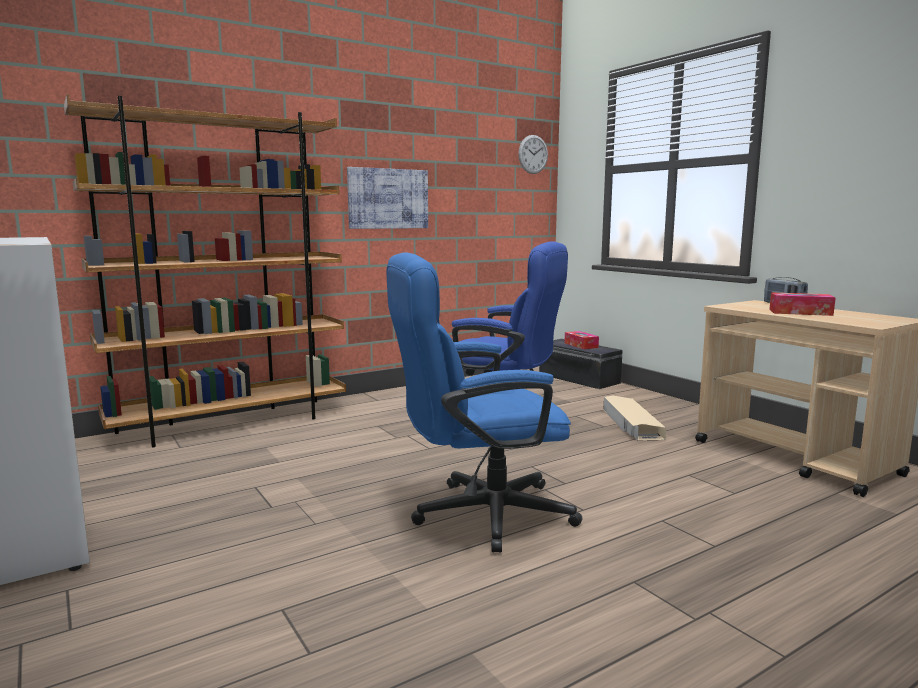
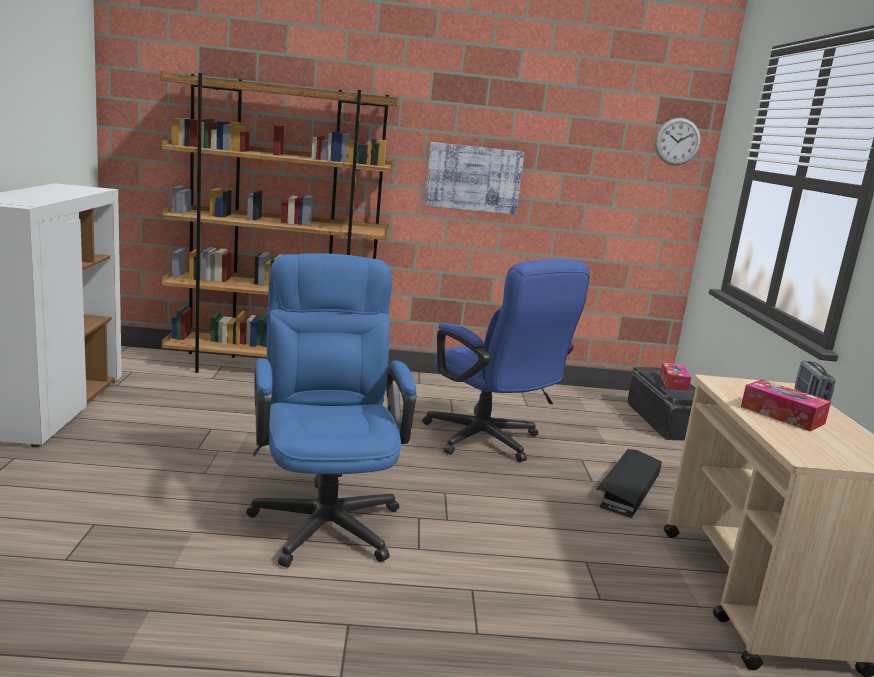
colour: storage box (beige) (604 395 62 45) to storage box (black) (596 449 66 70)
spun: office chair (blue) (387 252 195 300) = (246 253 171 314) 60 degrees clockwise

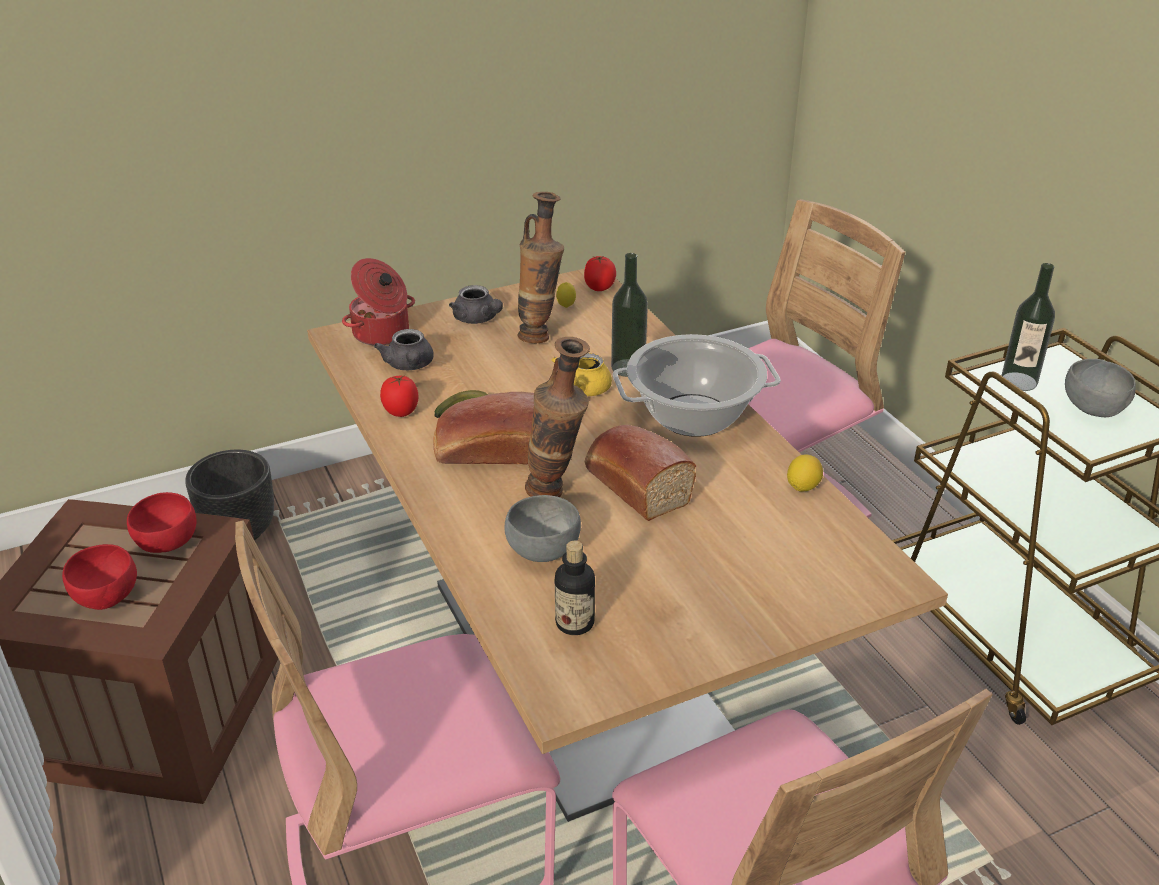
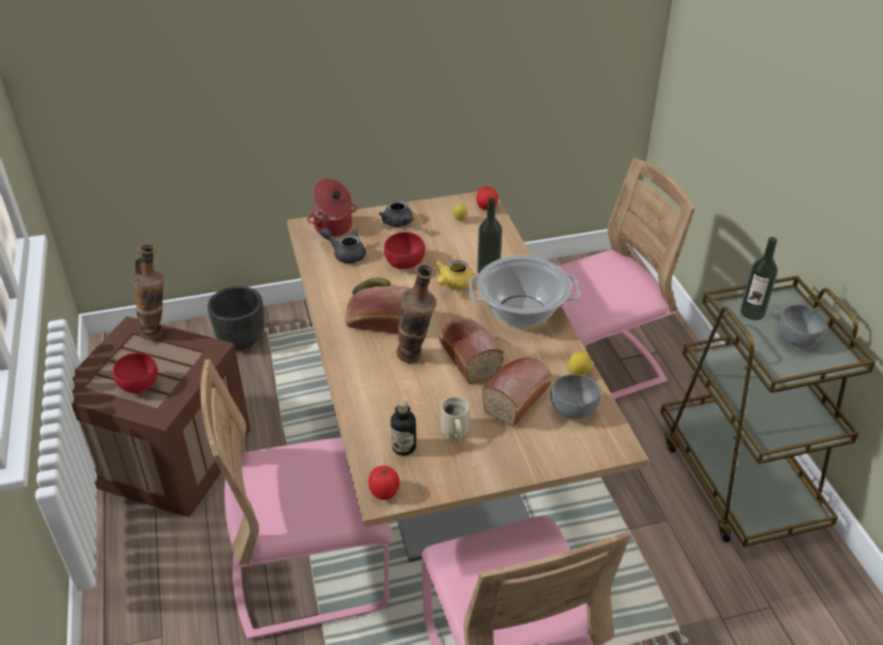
appeared: mug (beige) (441 397 28 42); bread (482 358 70 69)
relocated: bowl (red) (127 492 70 61) to (384 232 41 37); tomato (380 375 39 42) to (368 466 32 34); bowl (grey) (504 495 77 67) to (550 374 51 45); vase (518 192 46 151) to (132 243 33 97)
spun: teapot (grey) (374 329 60 41) = (320 228 46 35) 120 degrees clockwise

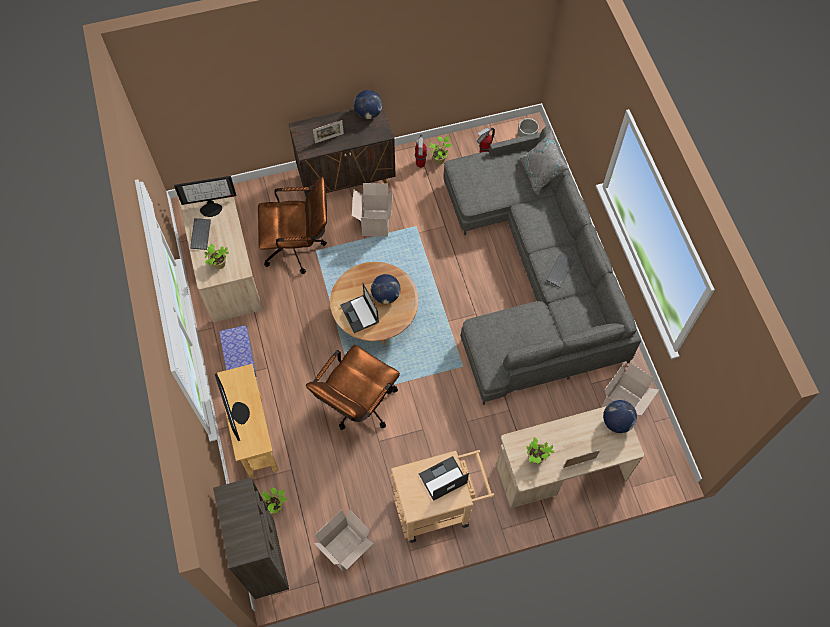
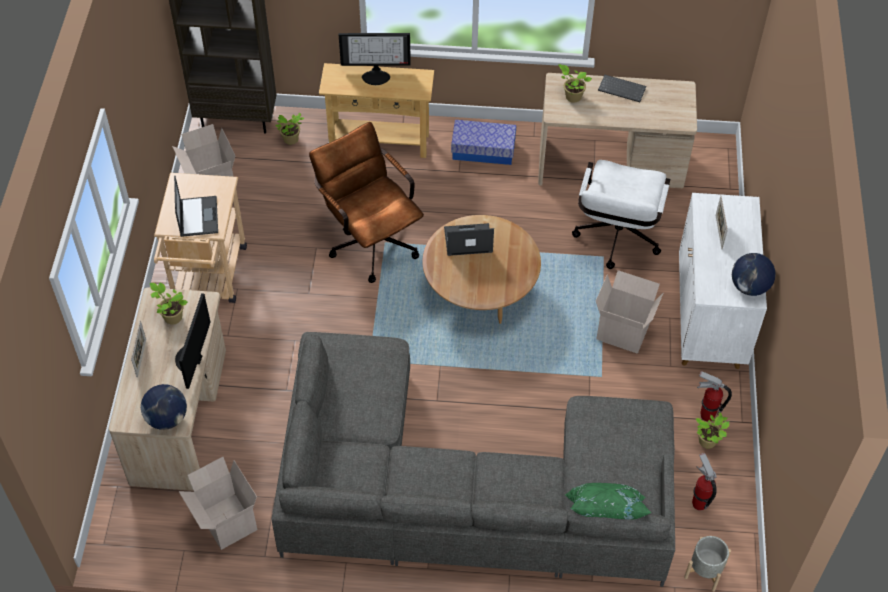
missing: globe (371 274 30 30); keyboard (546 254 28 34)
relocated: monitor (174 176 62 41) to (175 293 36 96)
colour: office chair (brown) (258 177 69 97) to office chair (white) (572 160 98 109); cabinet (brown) (289 103 107 94) to cabinet (white) (679 193 88 176); pillow (grey) (520 130 49 66) to pillow (green) (565 483 86 37)

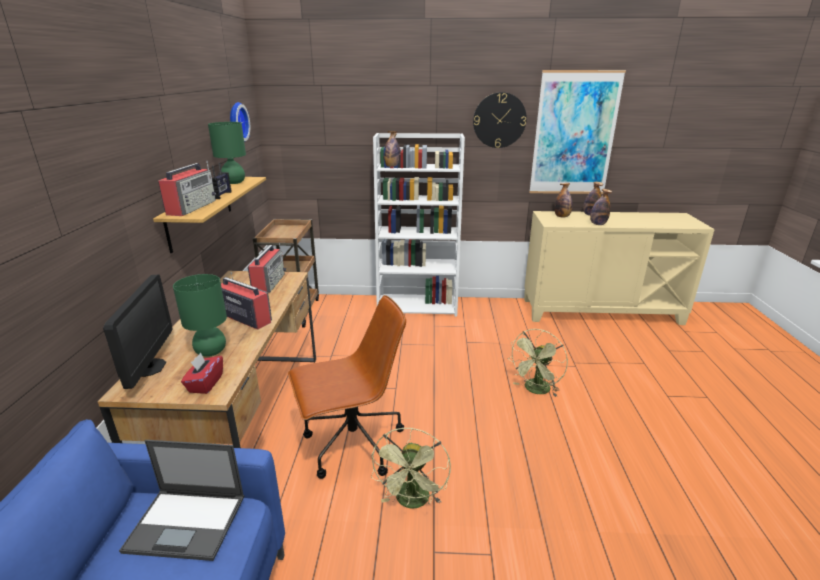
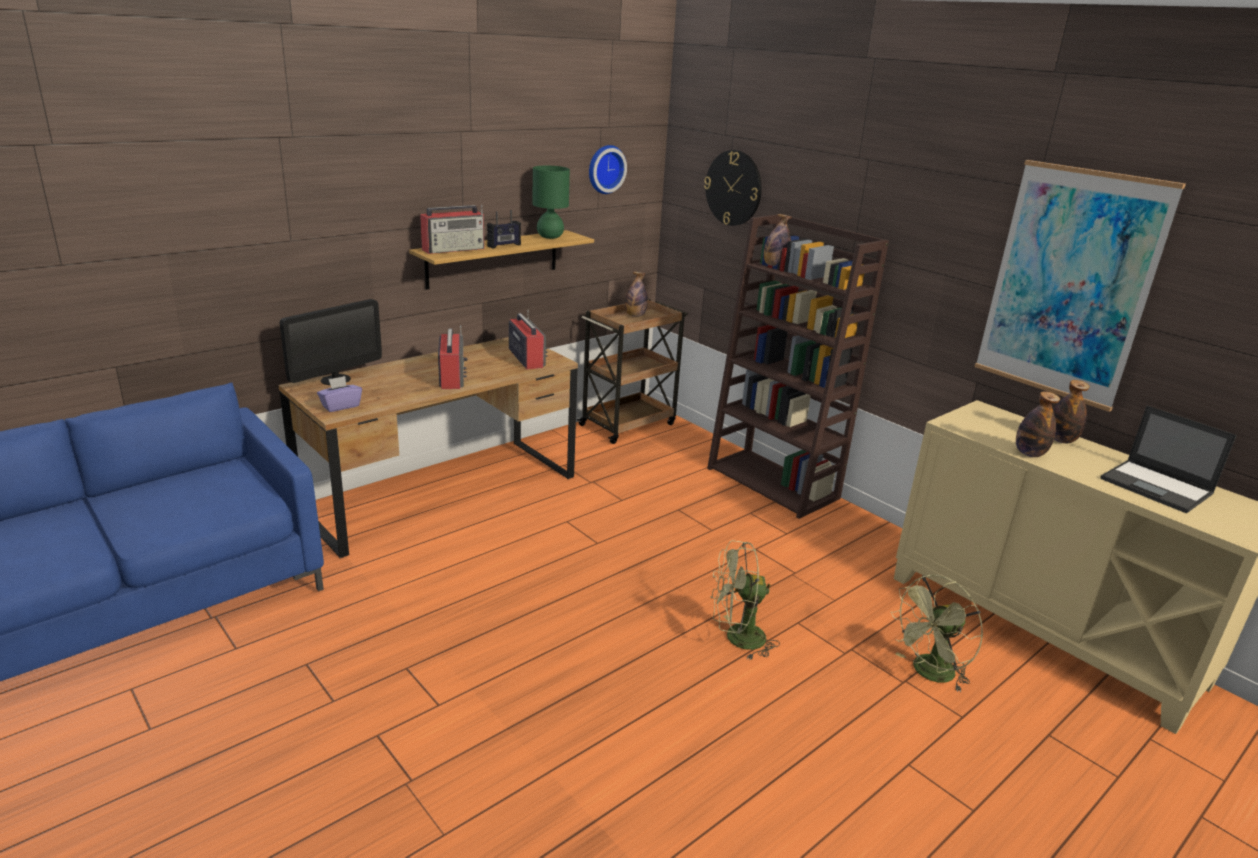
missing: table lamp (green) (173 274 54 83); office chair (brown) (288 295 118 184)
relocated: laptop (119 440 125 121) to (1101 406 136 107); fan (green) (371 428 80 81) to (890 575 93 118); wall clock (473 92 54 56) to (704 150 58 76); bottle (554 183 19 34) to (625 272 23 45)
colour: tissue box (red) (181 353 42 41) to tissue box (purple) (317 376 45 36); bookcase (white) (373 133 92 183) to bookcase (brown) (707 214 182 305)
spun: radio (248 243 38 50) = (509 310 39 60) 75 degrees counterclockwise

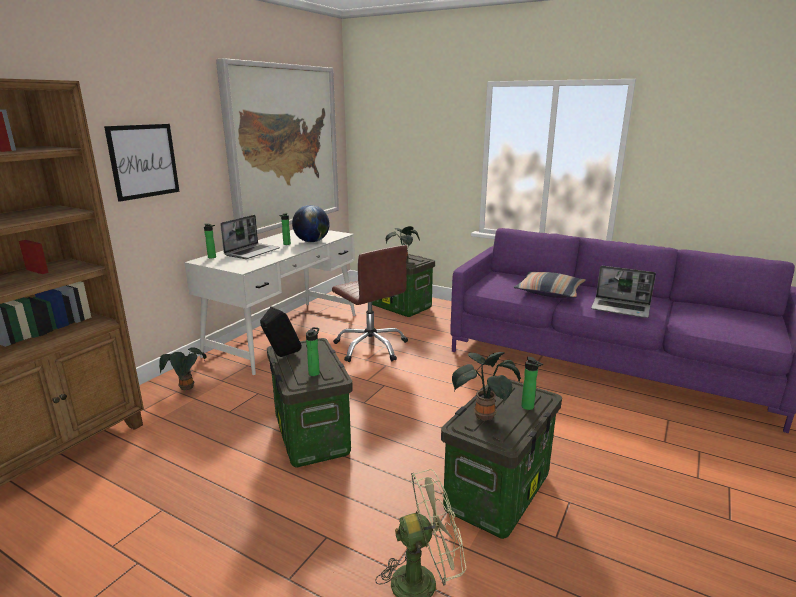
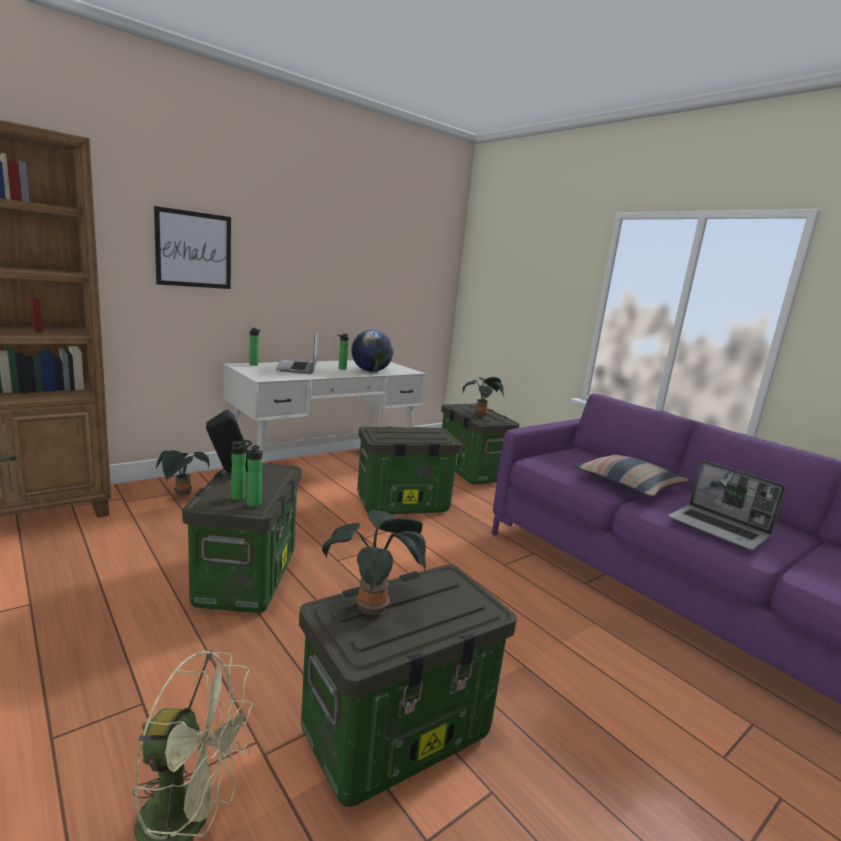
missing: picture (216 58 123 176)
relocated: bottle (521 357 22 53) to (247 445 16 62)
exchanged: office chair (brown) (332 245 76 117) to storage box (357 427 105 87)
spun: laptop (220 215 60 44) = (276 331 42 43) 120 degrees clockwise

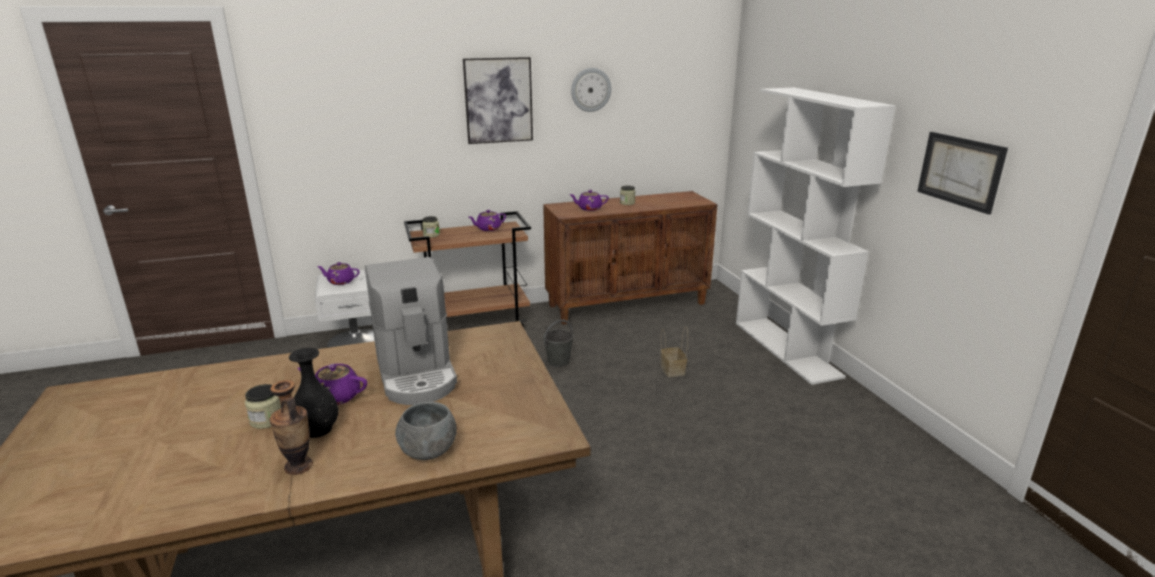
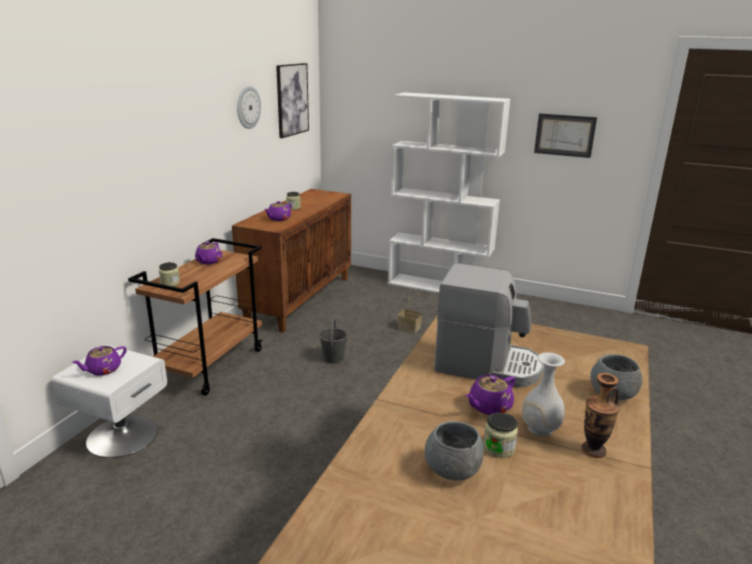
appeared: bowl (grey) (425 421 59 60)
relocated: picture (463 57 70 87) to (276 63 33 75)
colour: vase (black) (289 348 49 90) to vase (white) (522 353 43 83)

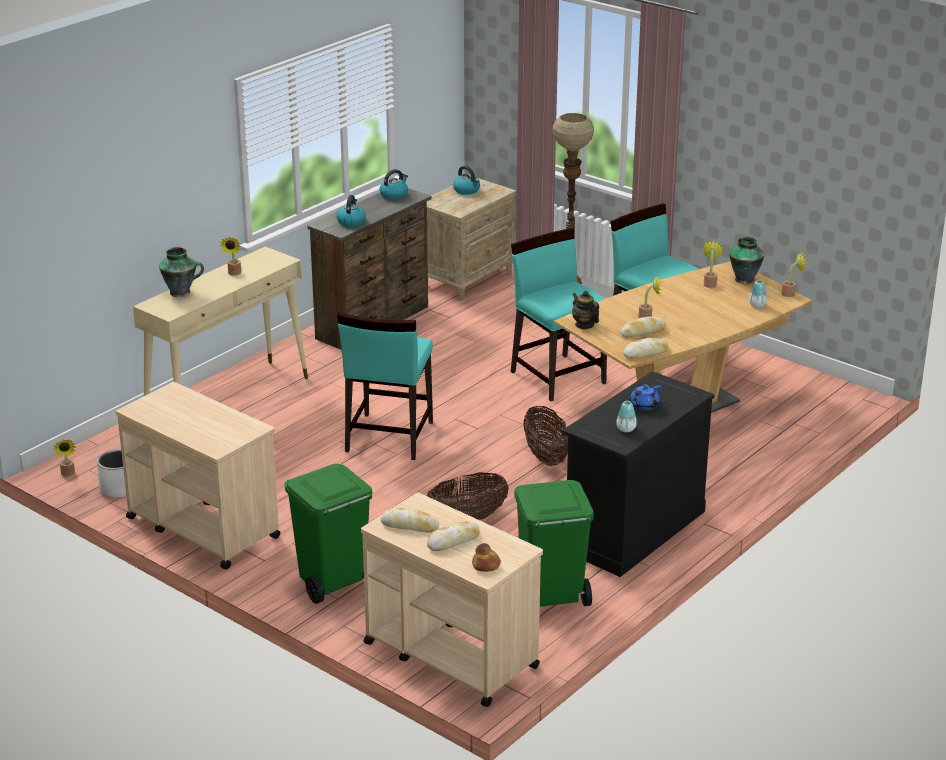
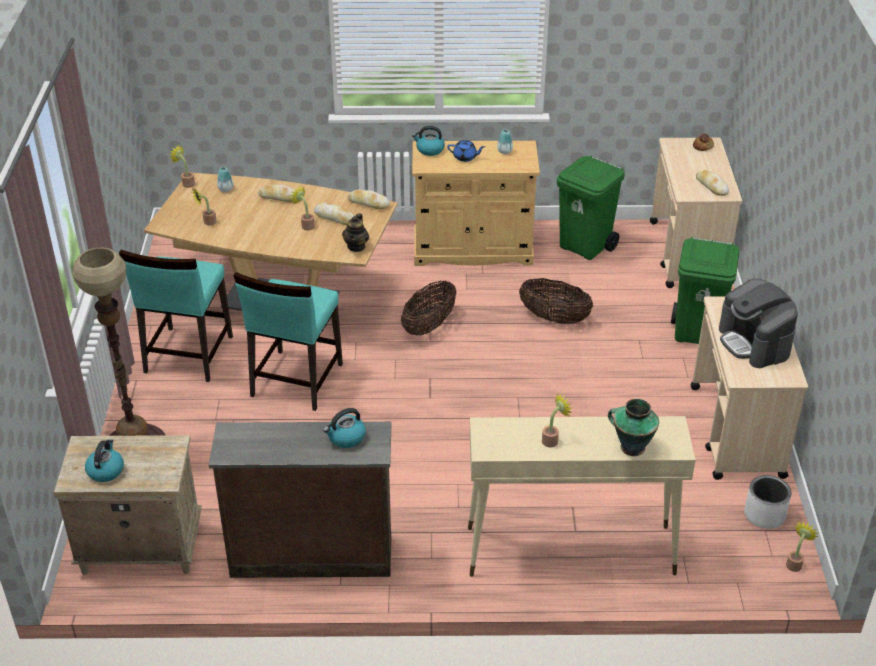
missing: chair (turquoise) (337 312 96 148); vase (729 237 36 47)
appeared: coffee machine (719 279 79 89)
relocated: kettle (380 169 28 31) to (412 126 33 30); bread (427 521 53 30) to (258 185 37 17)
colour: cabinet (black) (562 371 152 206) to cabinet (beige) (412 141 128 125)

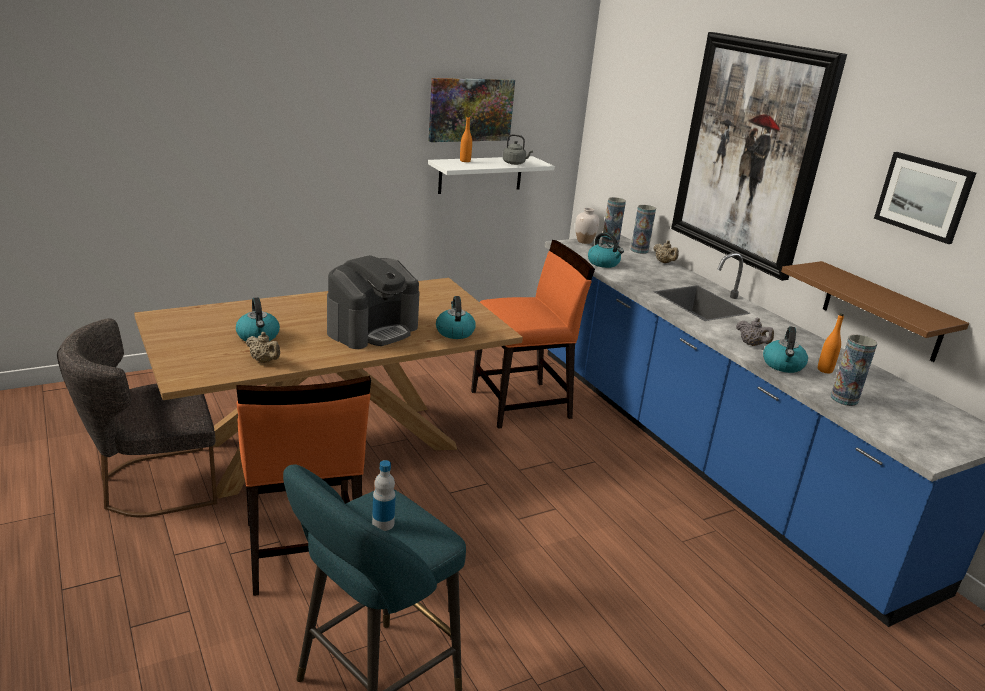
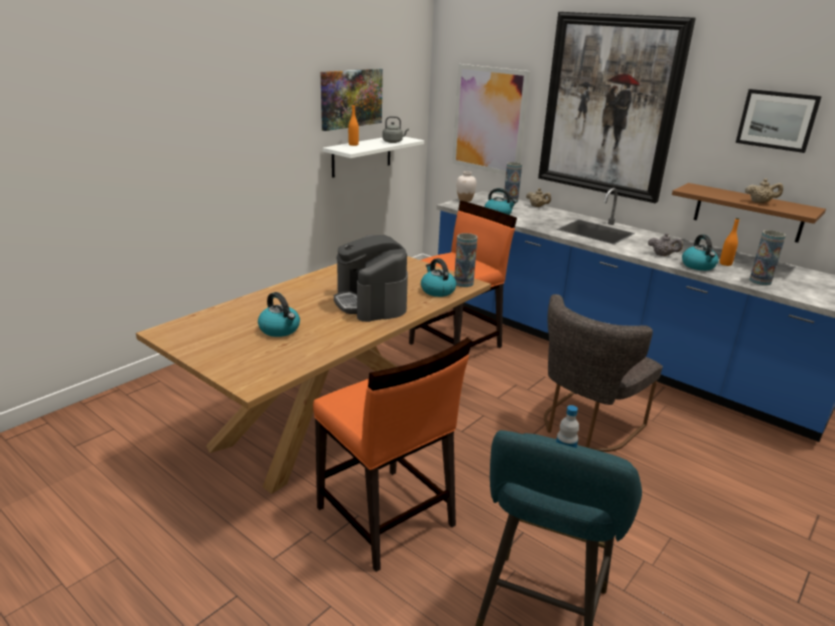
appeared: picture (452 64 78 111)
relocated: chair (grey) (57 318 160 199) to (544 294 119 158); teapot (beige) (246 332 34 31) to (745 179 38 24); vase (602 197 24 49) to (454 233 23 54)
spun: coffee machine (327 255 93 94) = (334 235 74 87) 135 degrees clockwise

